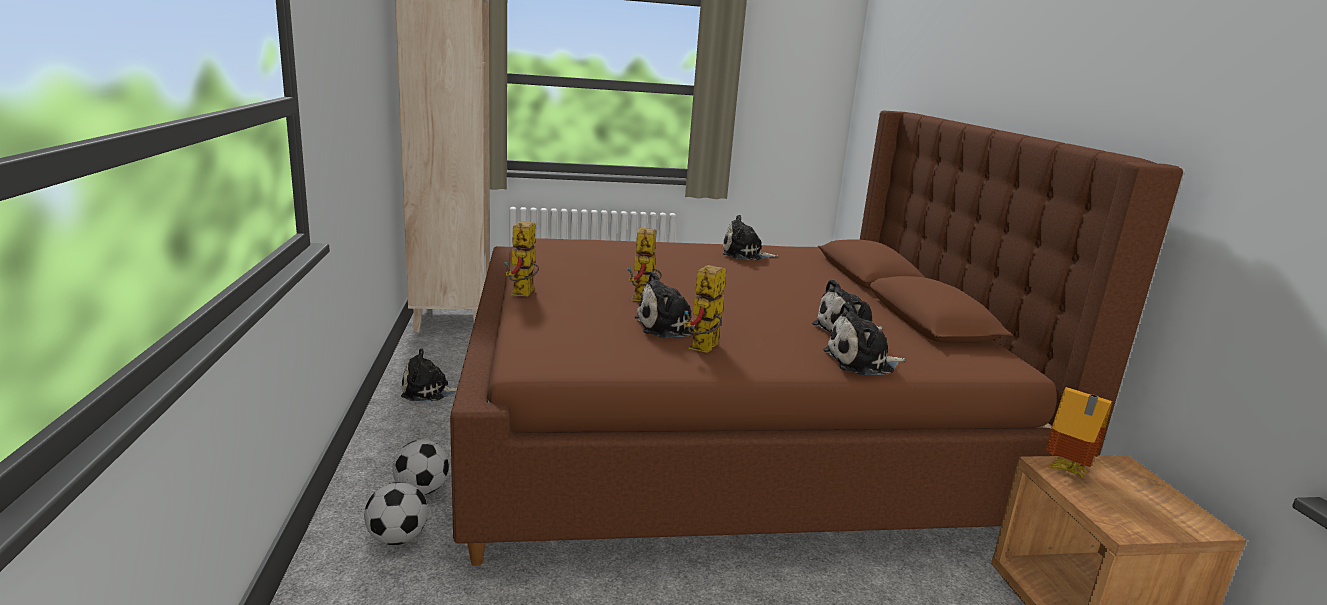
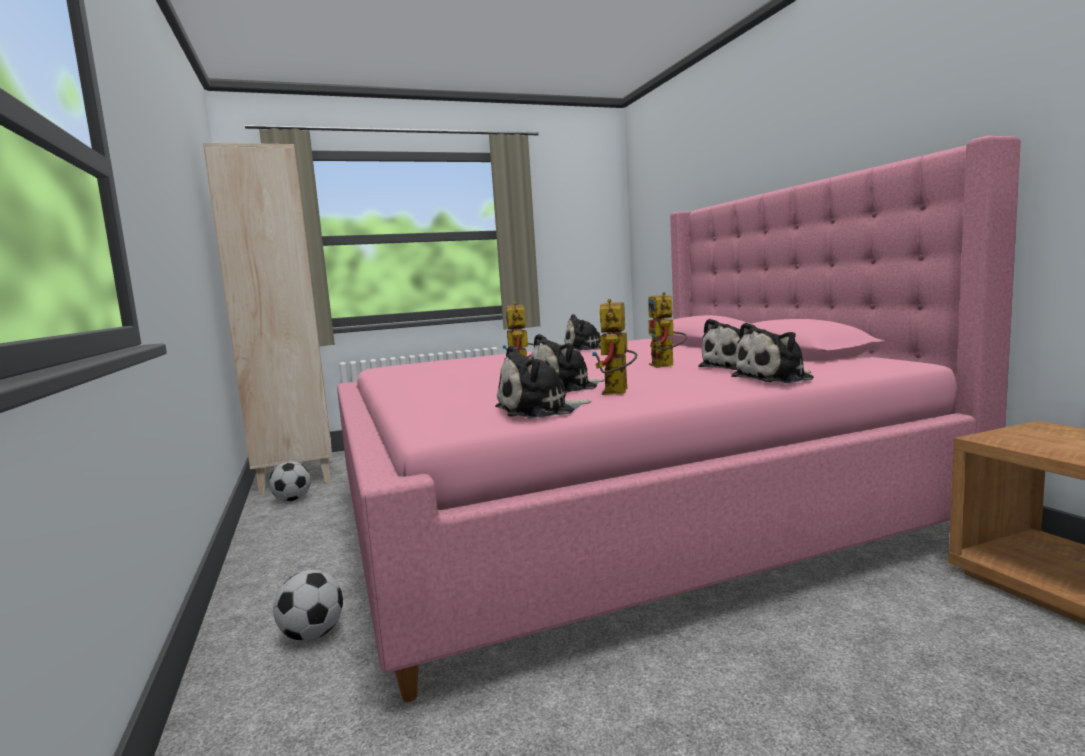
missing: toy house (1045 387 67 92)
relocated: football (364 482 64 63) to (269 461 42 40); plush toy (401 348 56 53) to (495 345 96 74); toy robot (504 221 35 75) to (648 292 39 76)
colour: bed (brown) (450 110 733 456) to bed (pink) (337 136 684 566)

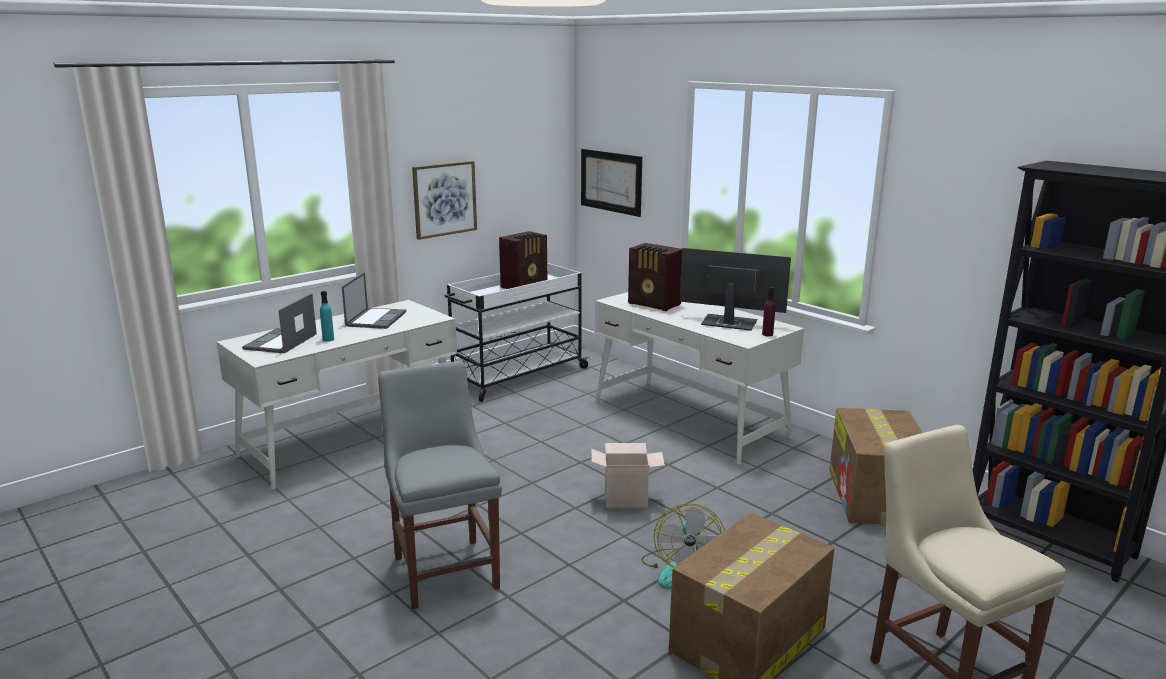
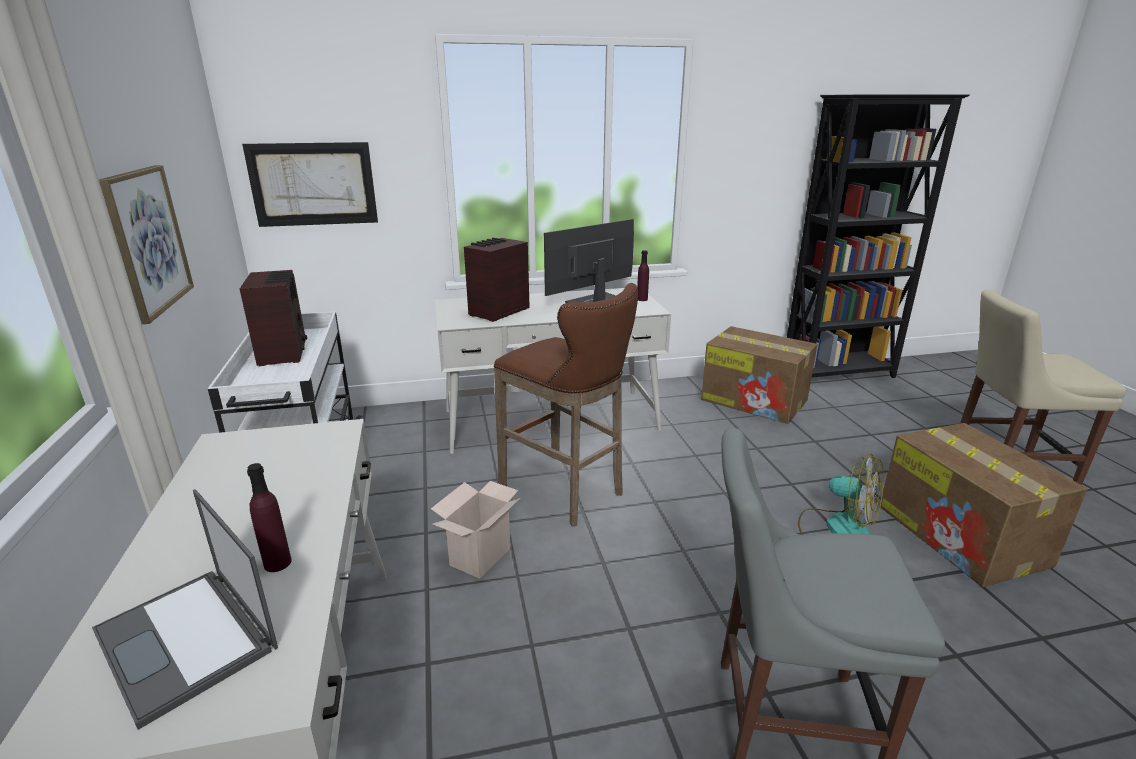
missing: laptop (342 272 64 57)
appeared: stool (brown) (494 283 144 243)
relocated: cardboard box (591 443 74 65) to (431 481 89 98)
colour: bottle (turquoise) (320 291 14 51) to bottle (purple) (247 463 45 109)
spun: radio (628 243 54 68) = (464 238 66 84) 150 degrees clockwise

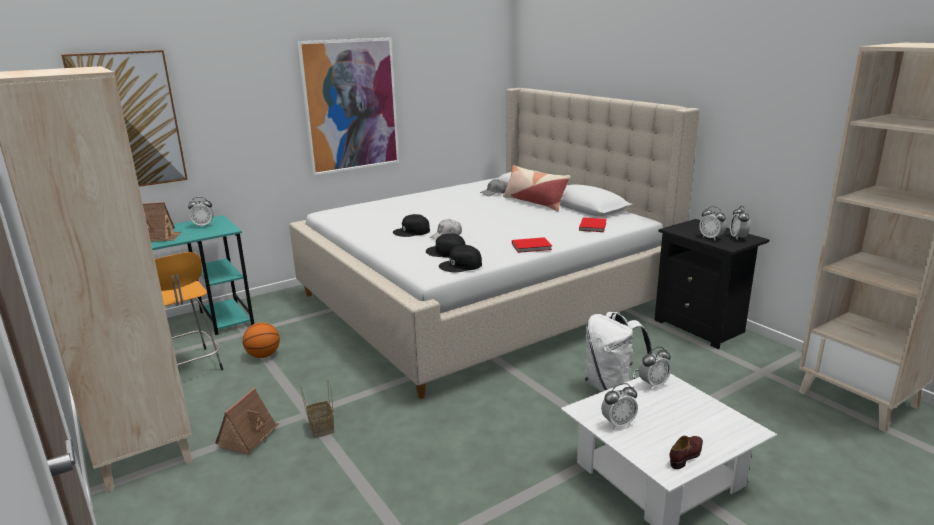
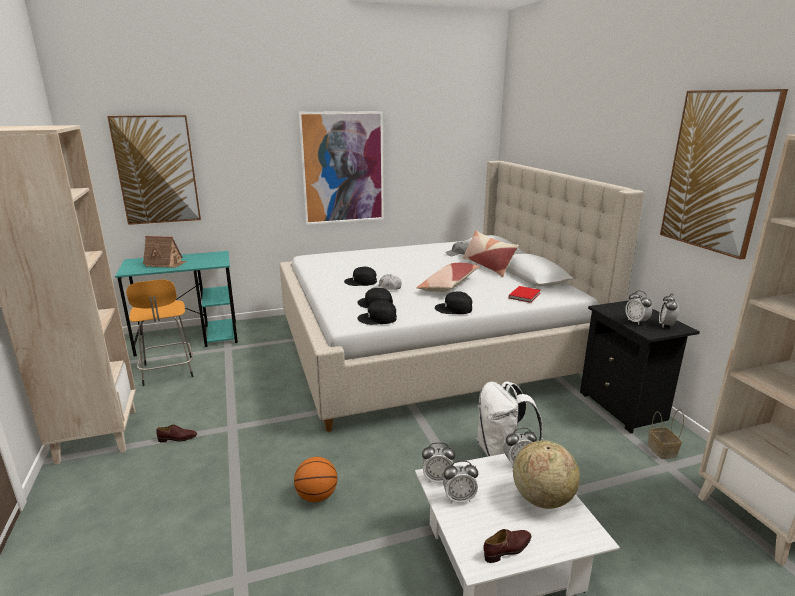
appeared: pillow (416 263 64 29); globe (513 440 67 69); picture (660 89 128 170)
relocated: alarm clock (188 197 26 30) to (422 442 33 41); basketball (243 322 37 36) to (294 457 43 45); basket (301 379 34 59) to (647 409 37 50)
exchanged: toy house (215 388 65 66) to shoe (brown) (156 424 41 19); book (red) (512 237 40 16) to cap (black) (435 291 37 23)

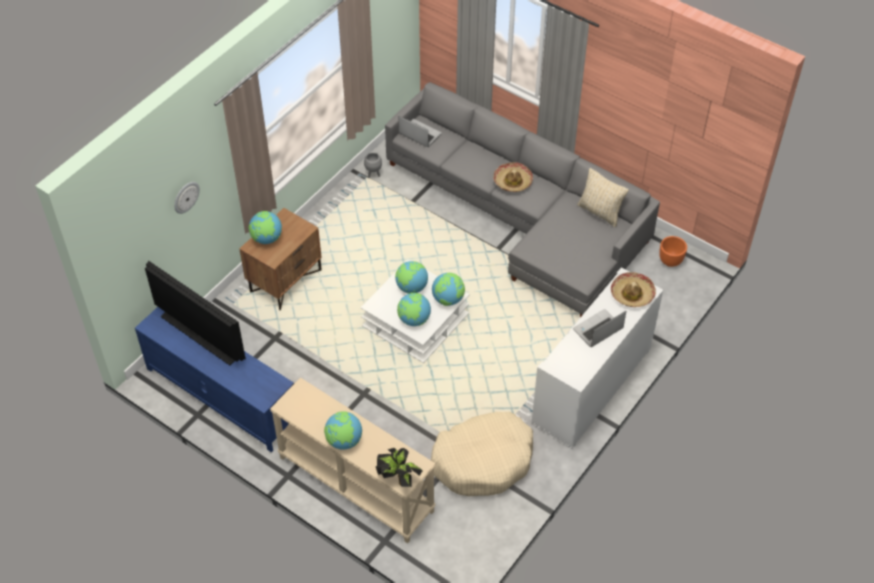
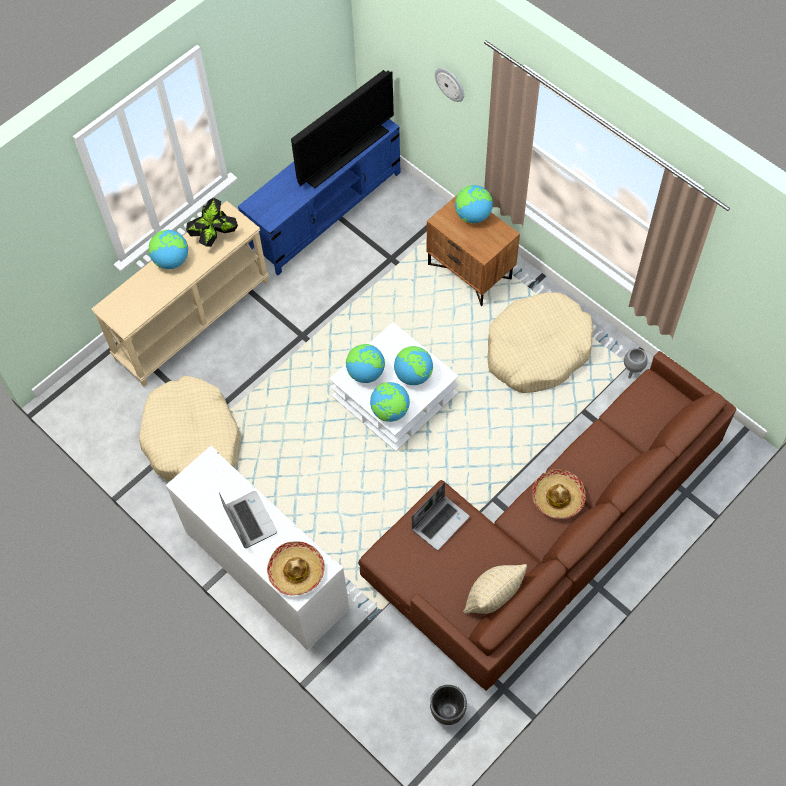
appeared: dog bed (beige) (487 292 107 101)
relocated: potted plant (376 448 47 39) to (186 198 52 49); laptop (399 116 43 31) to (412 482 58 68)
colour: sofa (grey) (385 82 275 235) to sofa (brown) (358 351 378 340); planter (orange) (659 236 28 31) to planter (black) (430 685 37 40)

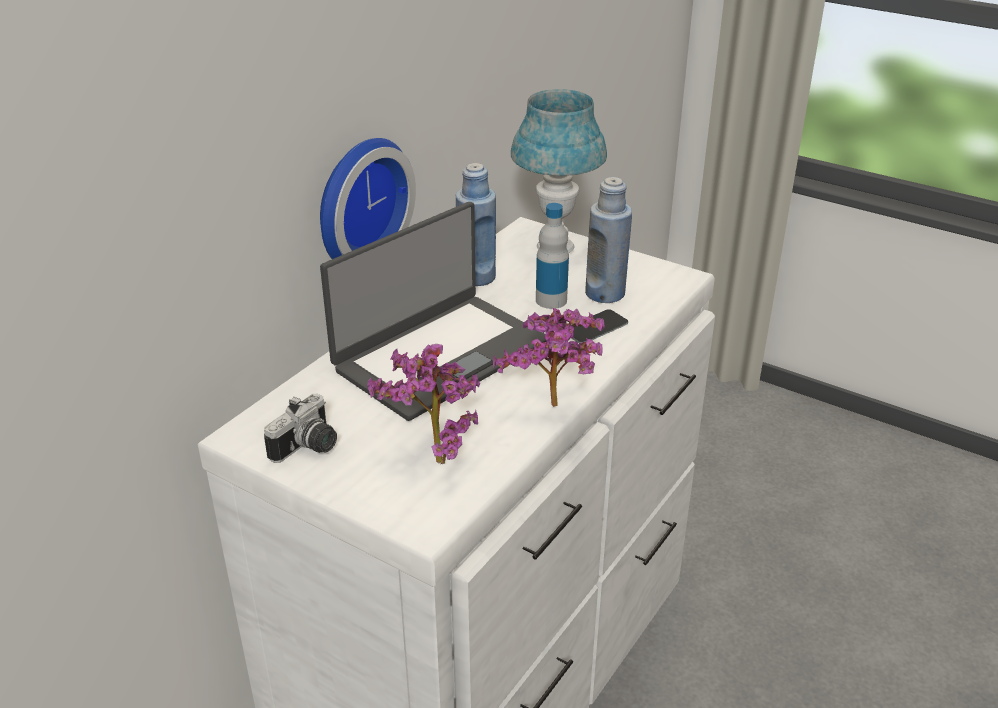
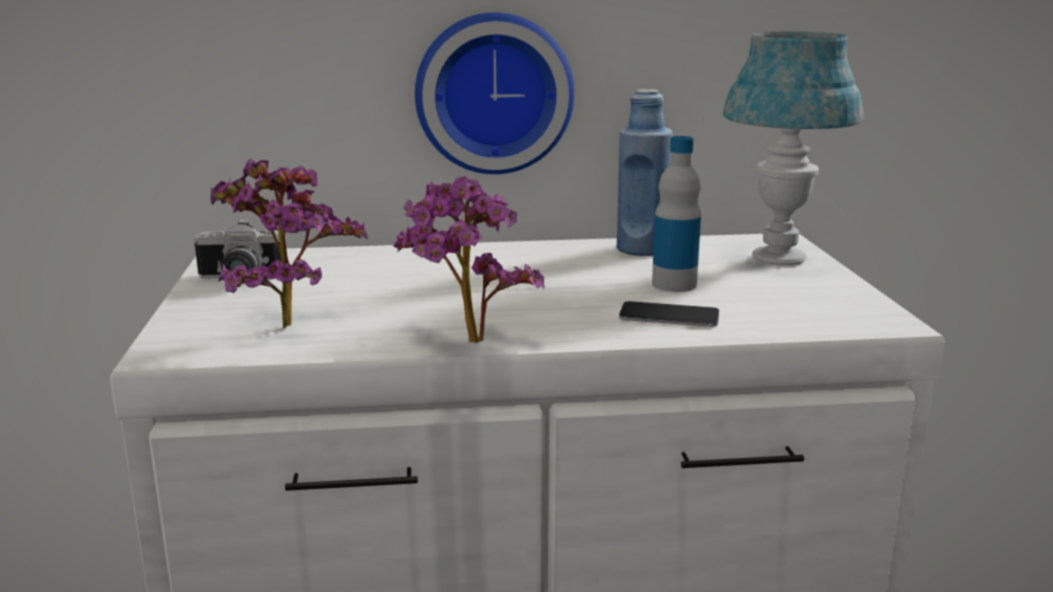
missing: laptop (320 202 226 219); bottle (blue) (585 177 47 126)

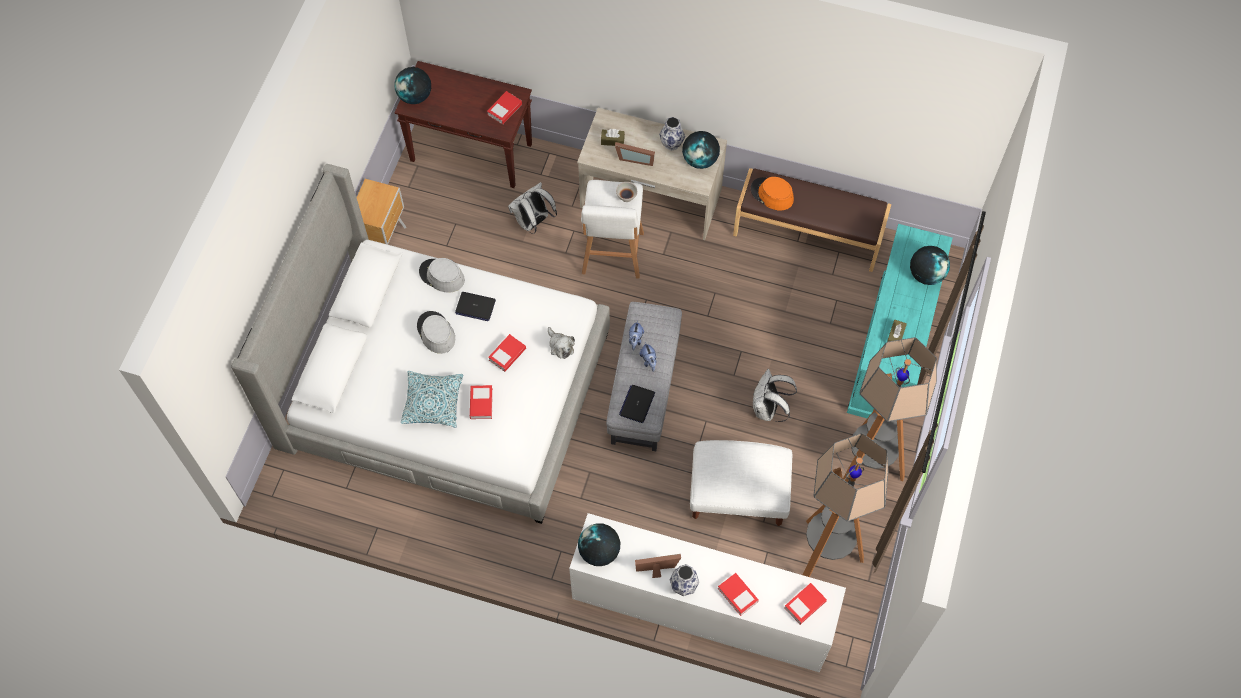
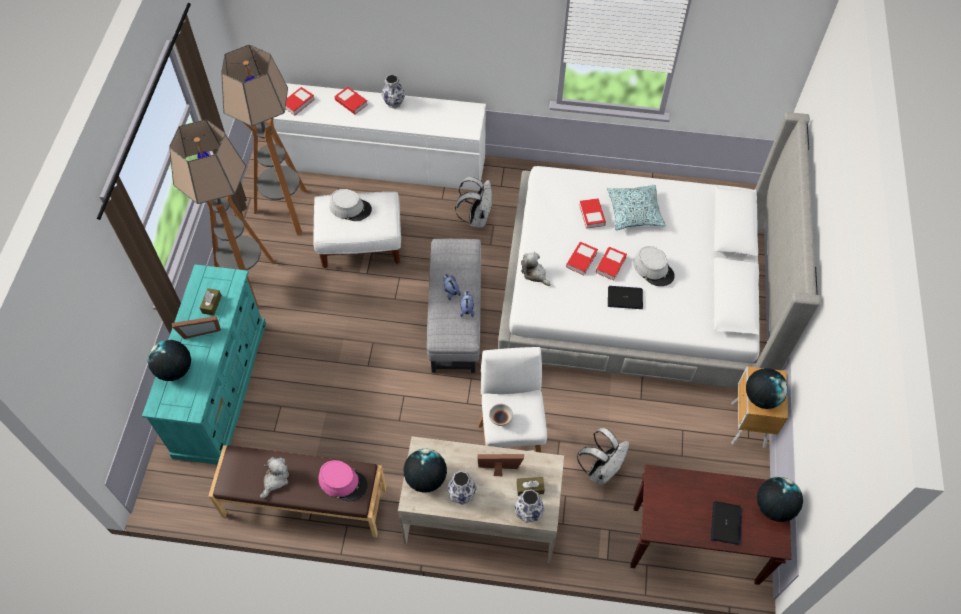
appeared: plush toy (260 457 29 41); vase (514 489 30 34)
relocated: hat (grey) (419 258 46 35) to (329 189 43 32); book (487 91 35 34) to (596 247 31 34); globe (578 523 42 43) to (746 368 42 41); laptop (619 385 36 38) to (711 501 31 44); picture frame (635 554 46 24) to (172 316 49 23); backpack (white) (753 369 44 53) to (455 177 37 51)
colour: hat (orange) (751 177 43 34) to hat (pink) (319 460 49 42)

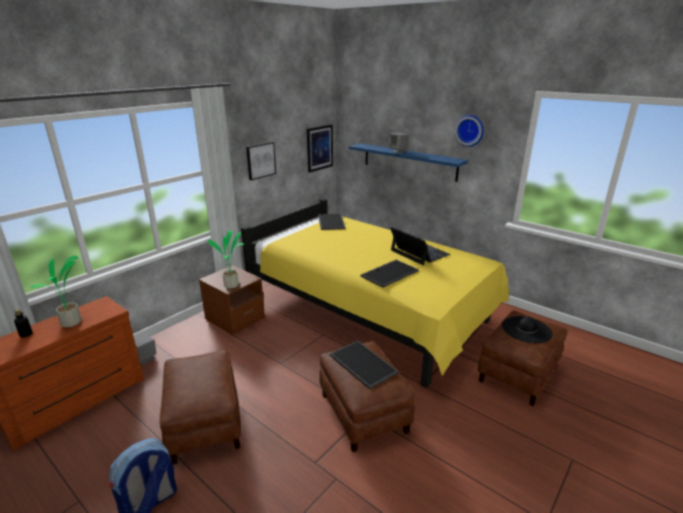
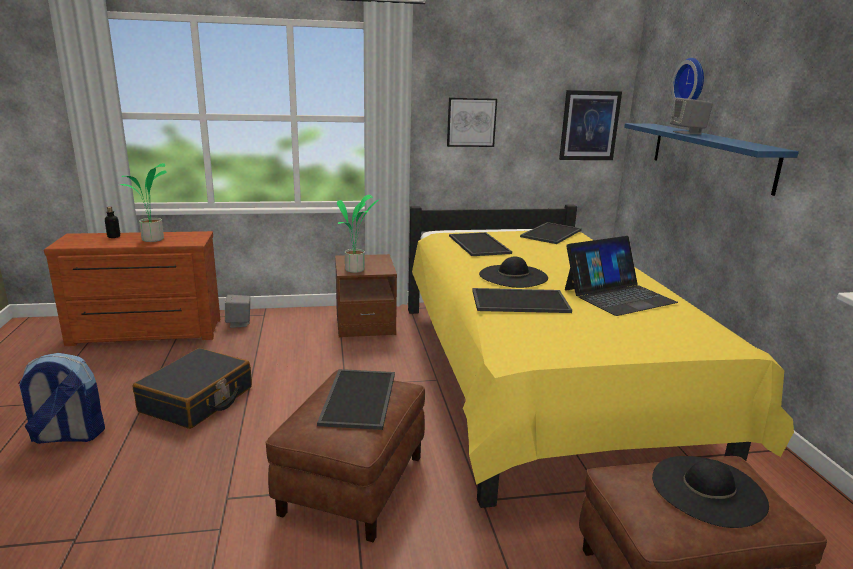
appeared: tray (449 232 63 24); hat (black) (479 256 69 32)
relocated: wall clock (455 115 29 32) to (671 58 33 44)
exchanged: ottoman (brown) (160 350 81 114) to suitcase (black) (133 348 119 81)
spun: laptop (390 227 60 38) = (565 236 113 80) 60 degrees clockwise

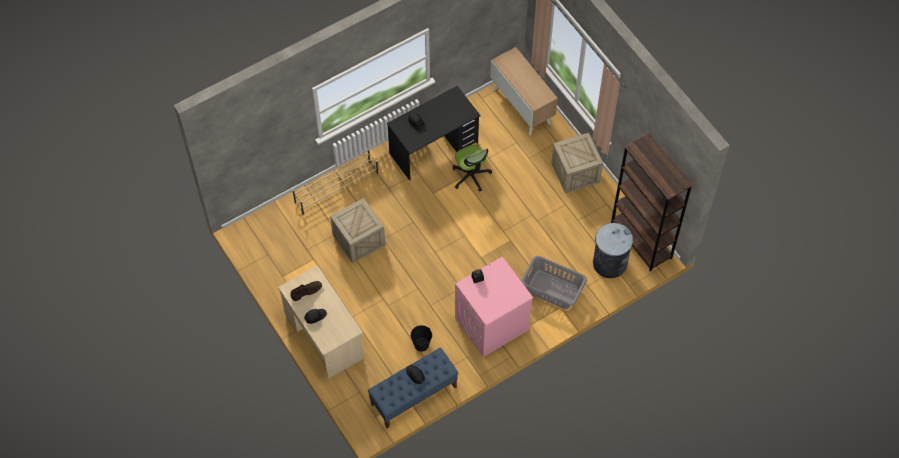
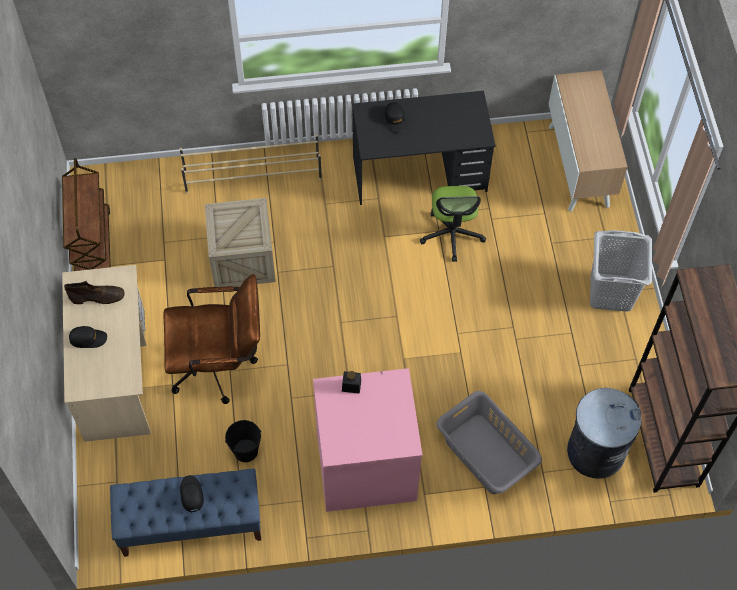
appeared: cart (brown) (62 158 49 113); office chair (brown) (164 274 96 130)
exchanged: crate (551 133 52 61) to laundry basket (grey) (590 230 62 82)

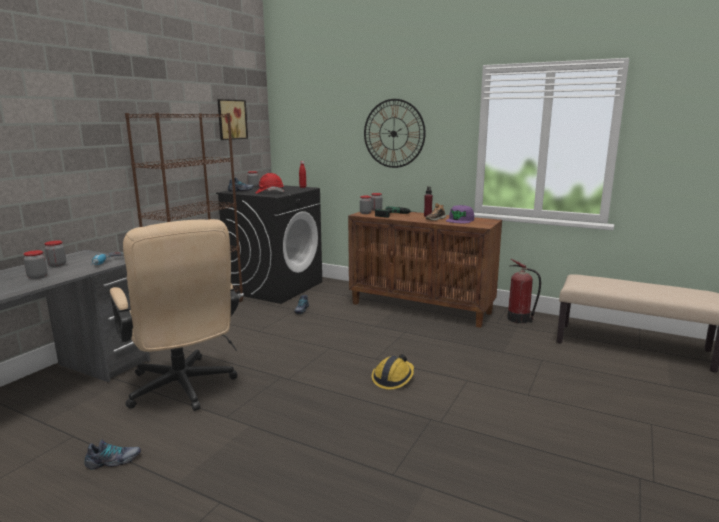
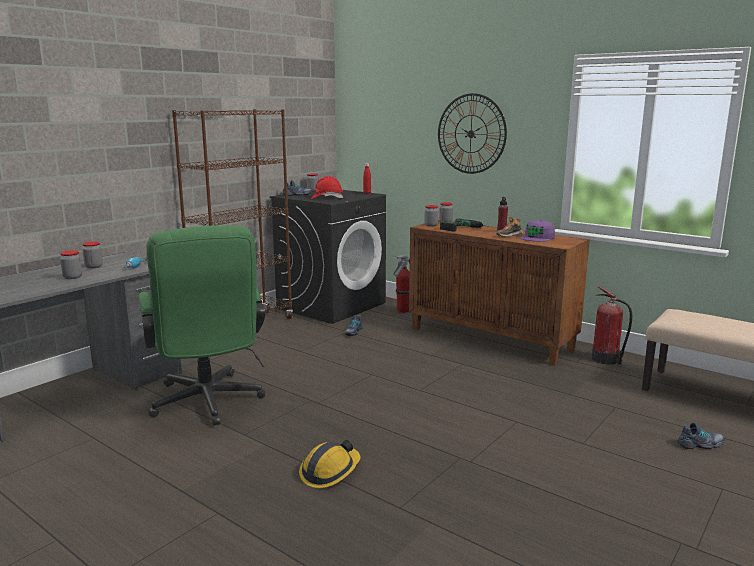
missing: picture (217 99 31 41)
appeared: fire extinguisher (393 255 17 58)
relocated: shoe (85 440 56 29) to (677 423 48 26); hard hat (371 354 43 36) to (299 440 62 48)
colour: office chair (beige) (110 219 129 192) to office chair (green) (138 225 127 201)

